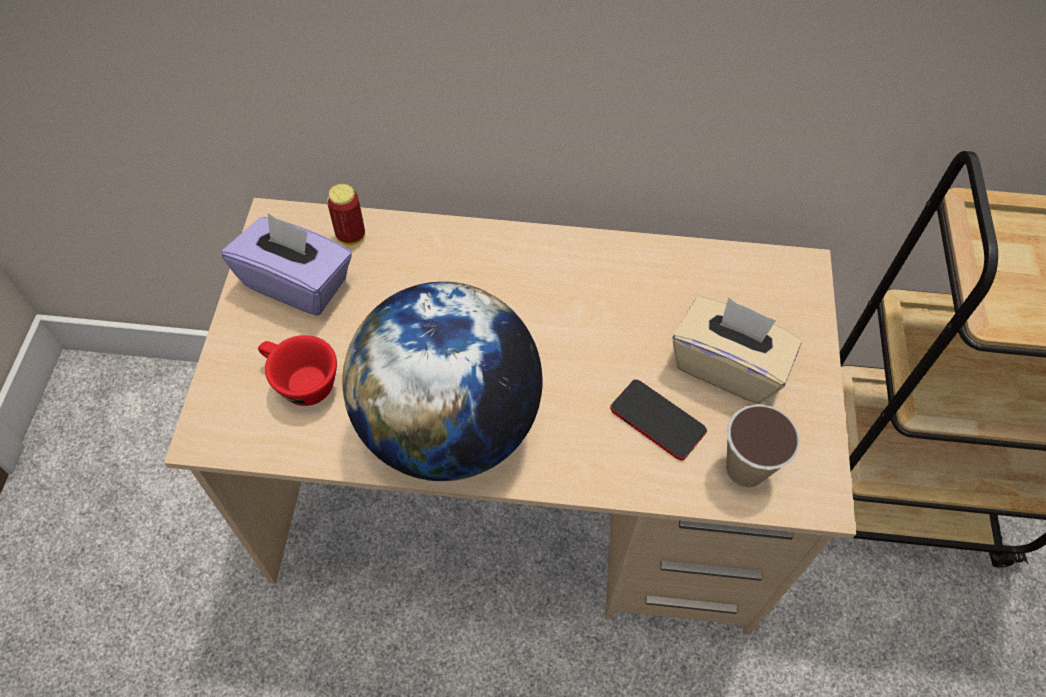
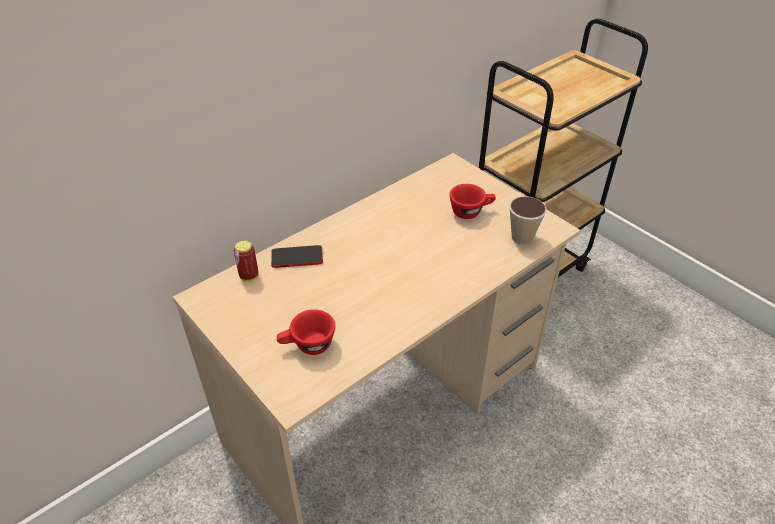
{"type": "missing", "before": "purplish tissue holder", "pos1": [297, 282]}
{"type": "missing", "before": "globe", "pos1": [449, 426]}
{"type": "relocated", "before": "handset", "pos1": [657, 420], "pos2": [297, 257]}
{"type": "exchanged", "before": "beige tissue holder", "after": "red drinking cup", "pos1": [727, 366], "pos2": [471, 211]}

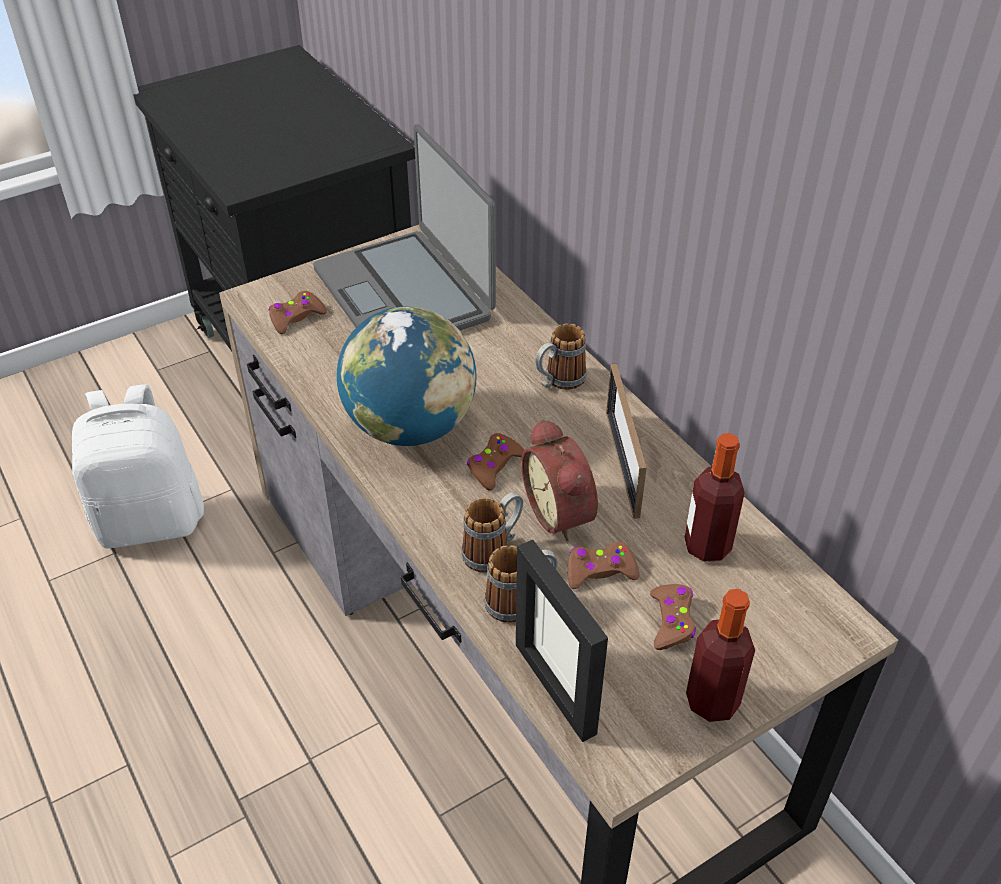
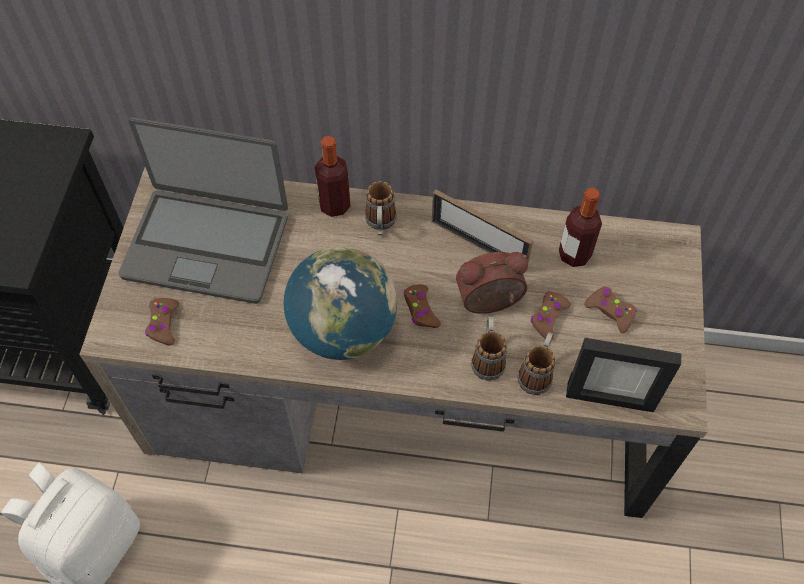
{"type": "relocated", "before": "bottle", "pos1": [712, 701], "pos2": [334, 205]}
{"type": "spun", "before": "alarm clock", "pos1": [562, 513], "pos2": [489, 303], "turn": 150}

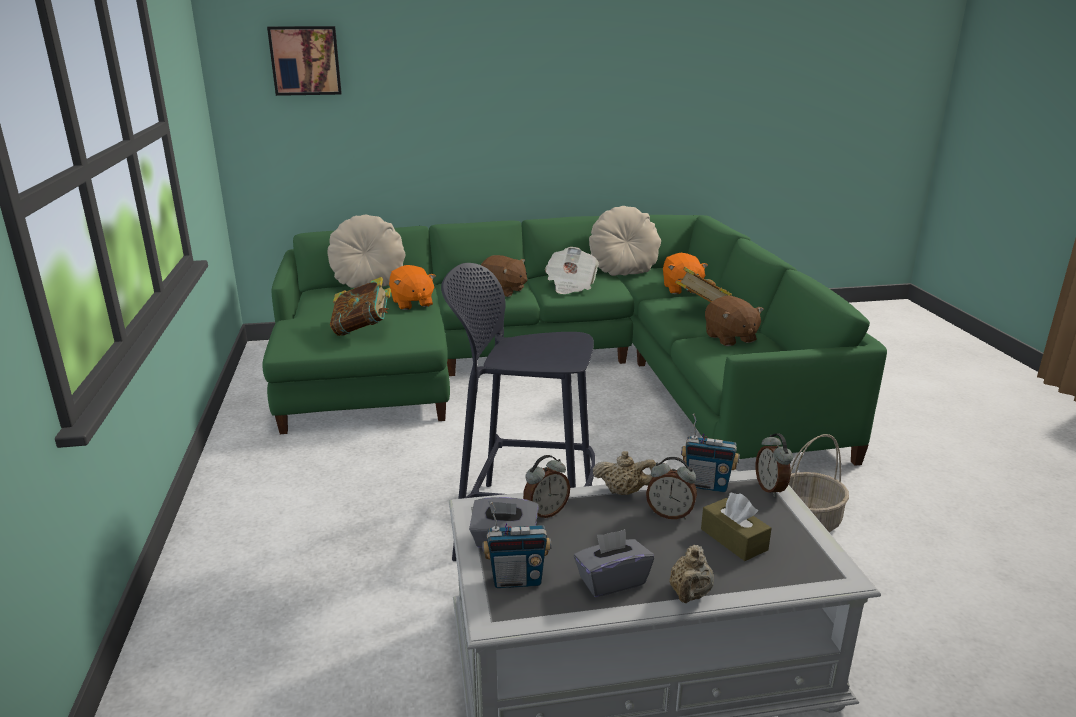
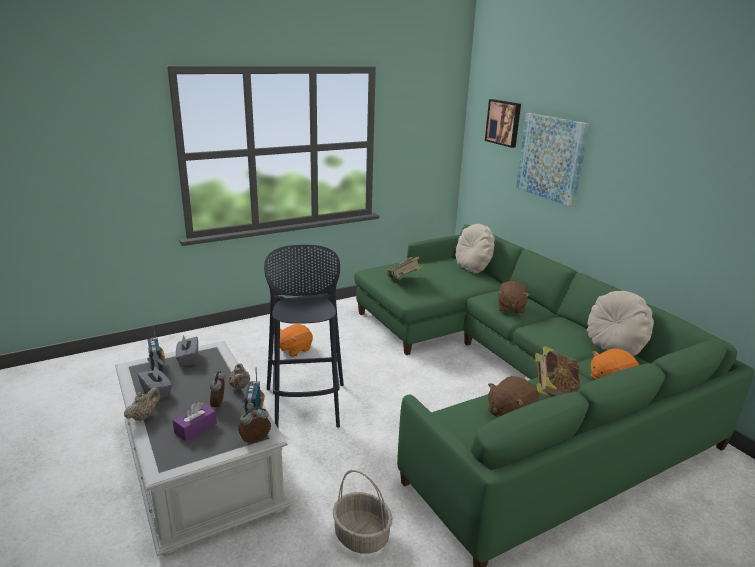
{"type": "missing", "before": "alarm clock", "pos1": [545, 512]}
{"type": "missing", "before": "newspaper", "pos1": [570, 285]}
{"type": "appeared", "after": "picture", "pos2": [551, 158]}
{"type": "relocated", "before": "orange soft toy", "pos1": [412, 303], "pos2": [294, 349]}
{"type": "colour", "before": "brownish tissue holder", "after": "purplish tissue holder", "pos1": [733, 539], "pos2": [195, 428]}
{"type": "spun", "before": "beige teapot", "pos1": [689, 594], "pos2": [144, 416], "turn": 120}

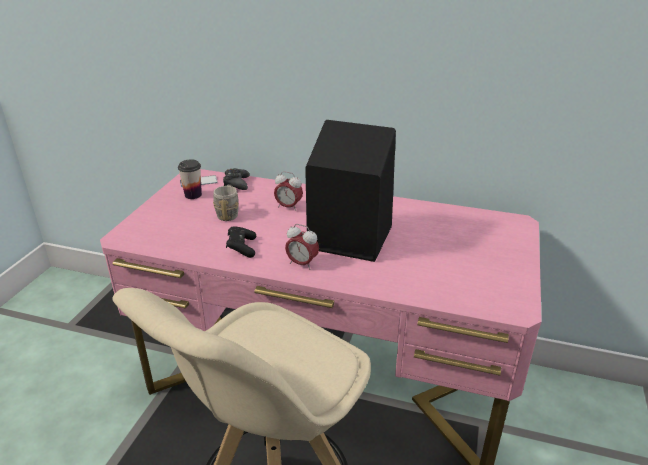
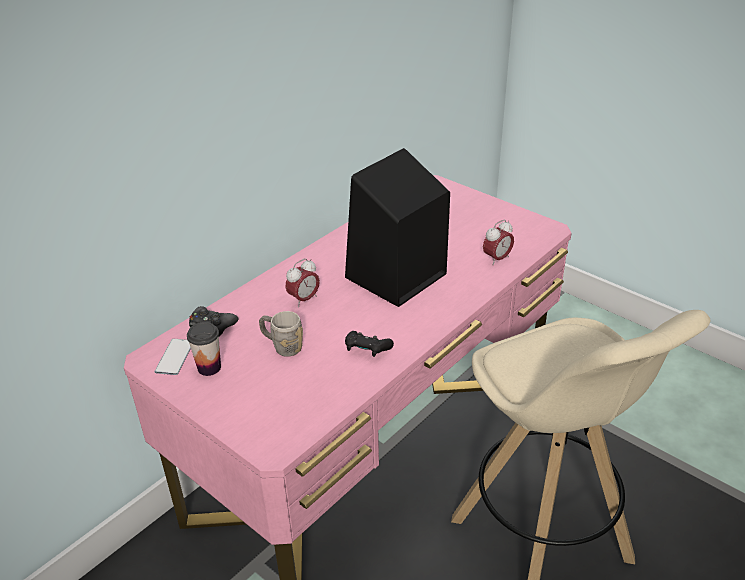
{"type": "relocated", "before": "alarm clock", "pos1": [302, 264], "pos2": [497, 259]}

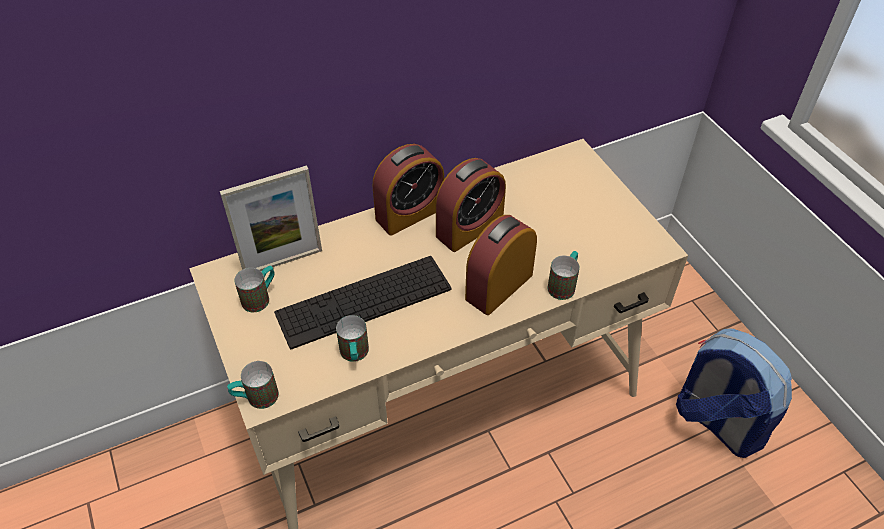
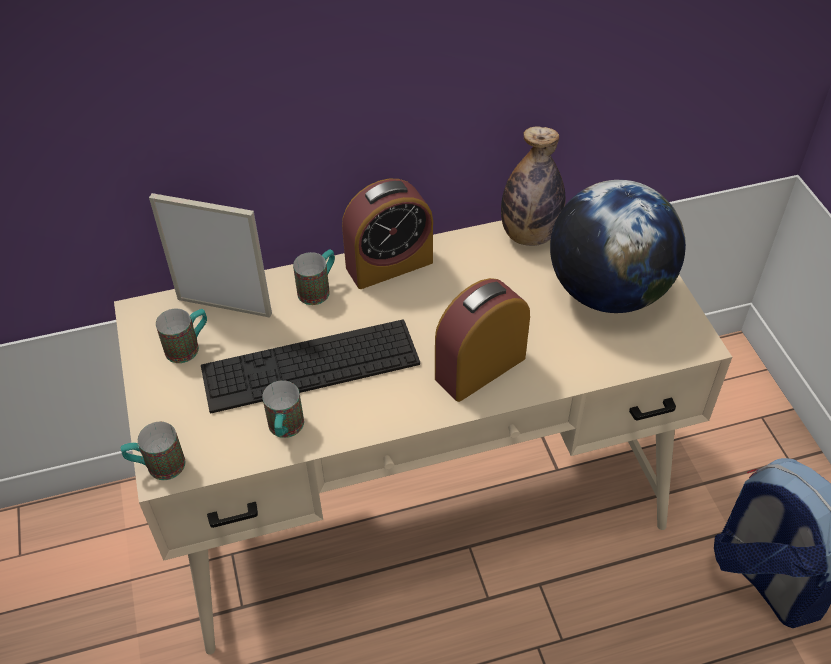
{"type": "missing", "before": "alarm clock", "pos1": [469, 228]}
{"type": "appeared", "after": "bottle", "pos2": [529, 235]}
{"type": "appeared", "after": "globe", "pos2": [607, 292]}
{"type": "relocated", "before": "coffee mug", "pos1": [564, 284], "pos2": [318, 289]}
{"type": "spun", "before": "picture frame", "pos1": [283, 261], "pos2": [224, 306], "turn": -150}

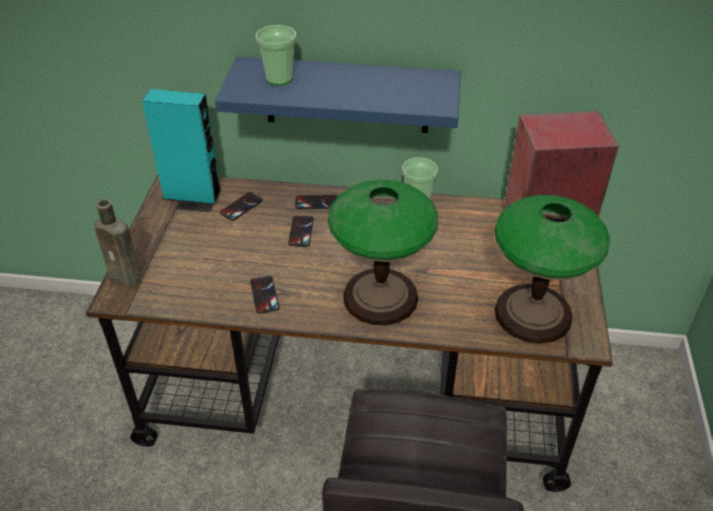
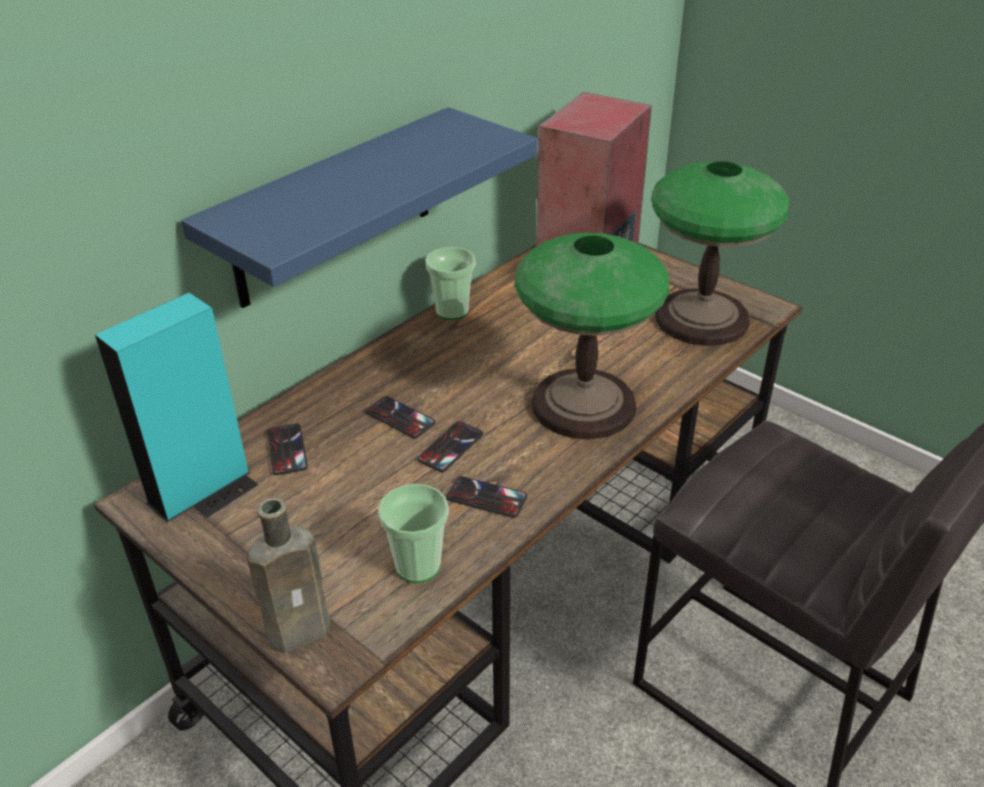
{"type": "relocated", "before": "drinking cup", "pos1": [279, 78], "pos2": [418, 566]}
{"type": "relocated", "before": "handset", "pos1": [316, 202], "pos2": [450, 447]}

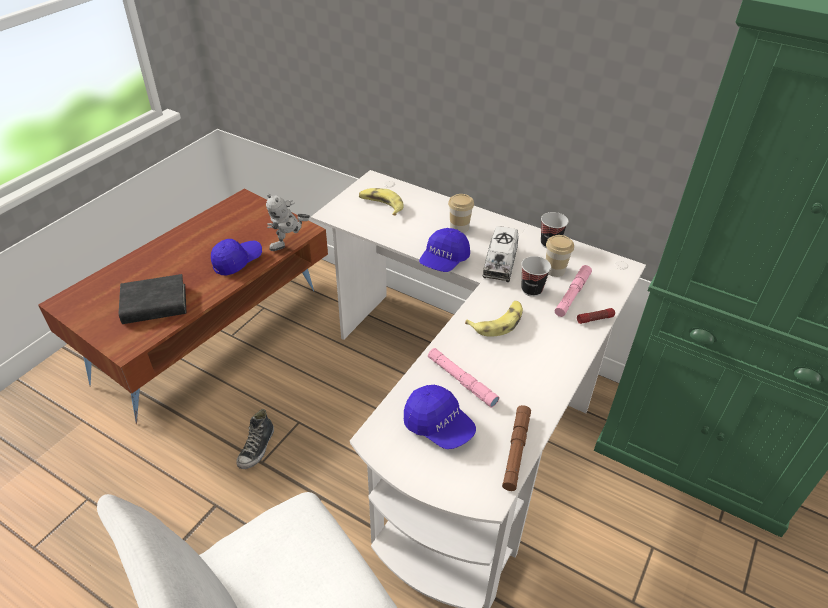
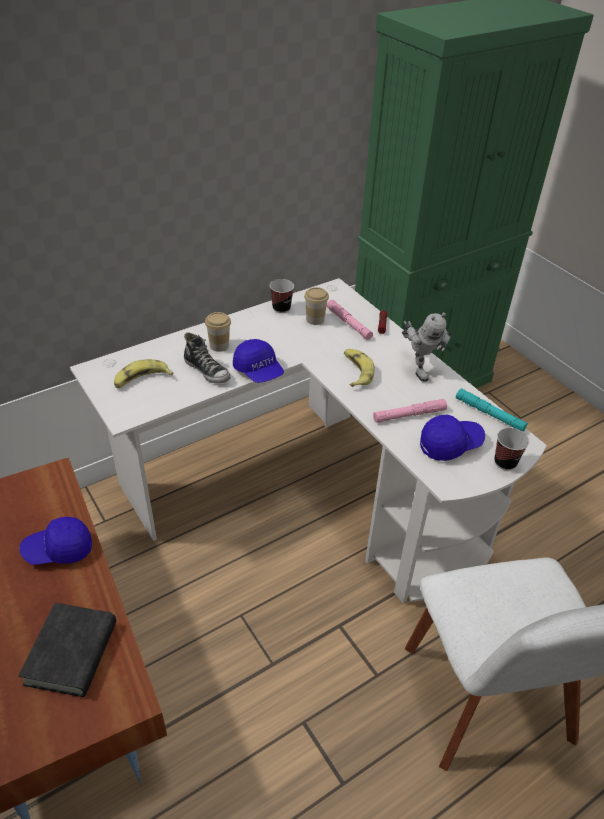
{"type": "missing", "before": "model truck", "pos1": [500, 263]}
{"type": "relocated", "before": "shoe", "pos1": [257, 448], "pos2": [207, 371]}
{"type": "relocated", "before": "model robot", "pos1": [290, 245], "pos2": [418, 368]}
{"type": "relocated", "before": "drinking cup", "pos1": [531, 290], "pos2": [505, 462]}
{"type": "colour", "before": "brownish flashlight", "after": "blue-green flashlight", "pos1": [516, 450], "pos2": [489, 414]}
{"type": "spun", "before": "bluish peaked cap", "pos1": [237, 262], "pos2": [59, 550], "turn": -90}

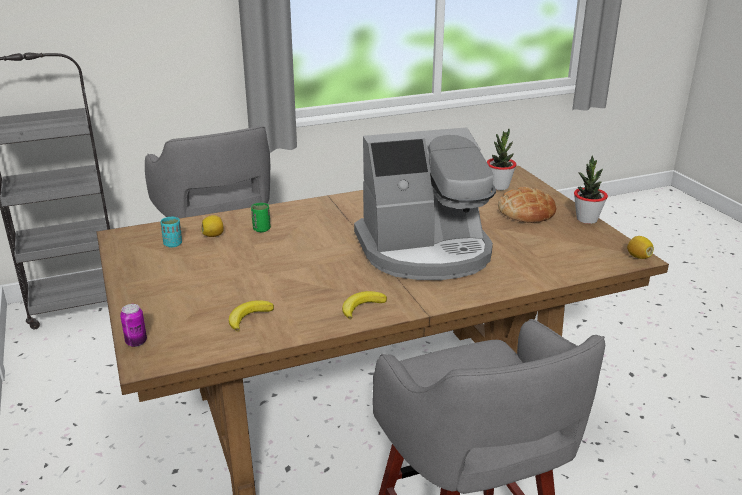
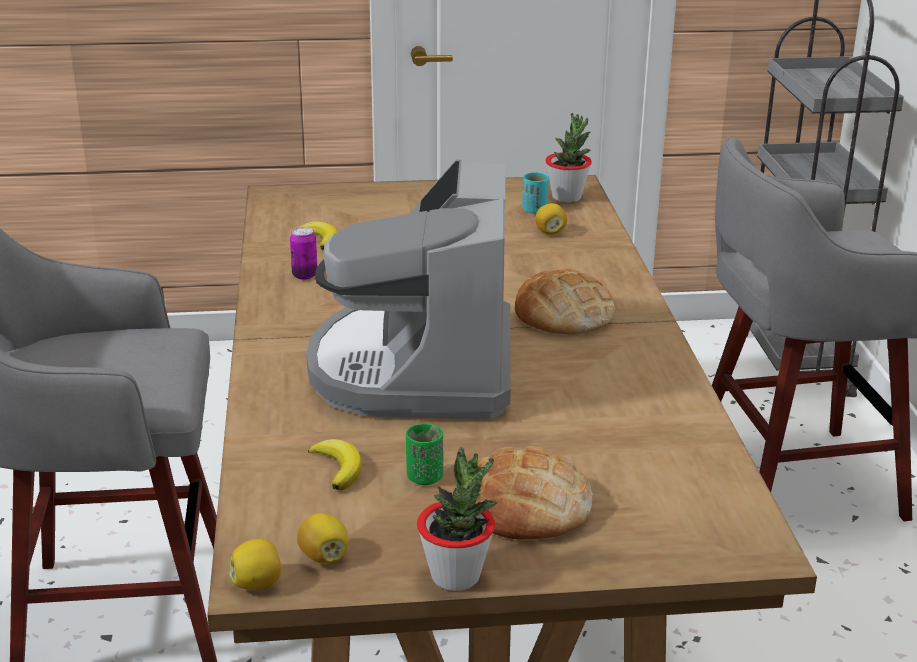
{"type": "appeared", "after": "citrus fruit", "pos2": [324, 556]}
{"type": "appeared", "after": "bakery bread", "pos2": [563, 314]}
{"type": "relocated", "before": "metal can", "pos1": [136, 342], "pos2": [304, 275]}
{"type": "relocated", "before": "green drinking cup", "pos1": [261, 229], "pos2": [424, 477]}
{"type": "relocated", "before": "banana fruit", "pos1": [362, 307], "pos2": [338, 468]}
{"type": "relocated", "before": "plant in a pot", "pos1": [499, 186], "pos2": [567, 197]}

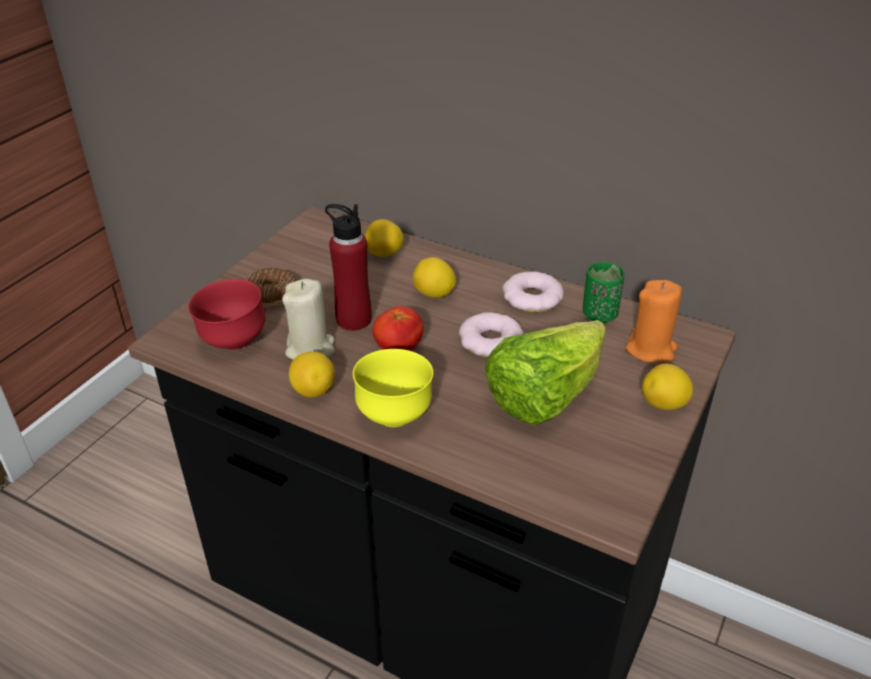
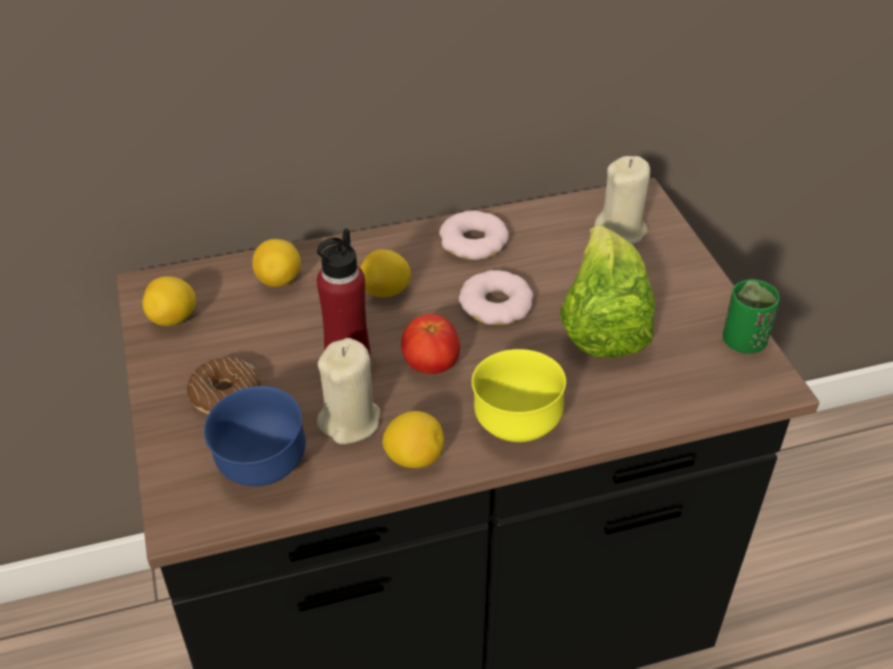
{"type": "relocated", "before": "green drinking cup", "pos1": [599, 314], "pos2": [743, 341]}
{"type": "relocated", "before": "citrus fruit", "pos1": [663, 405], "pos2": [173, 319]}
{"type": "colour", "before": "red deep dish", "after": "bluish deep dish", "pos1": [233, 342], "pos2": [262, 469]}
{"type": "colour", "before": "orange wax candle", "after": "beige wax candle", "pos1": [651, 349], "pos2": [621, 231]}

